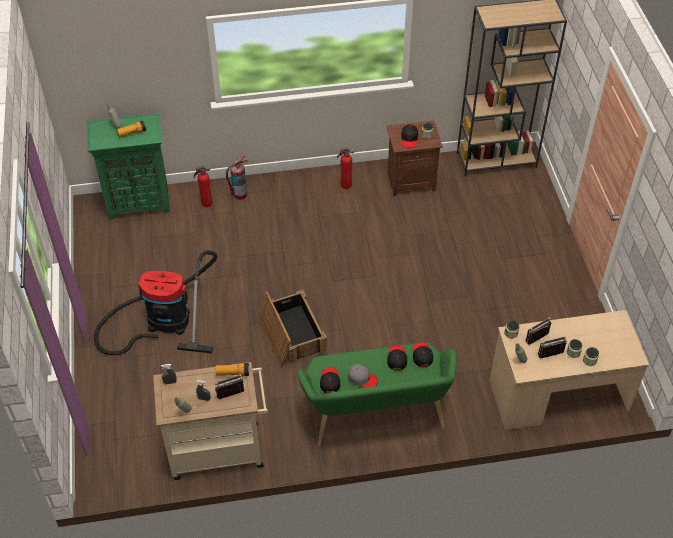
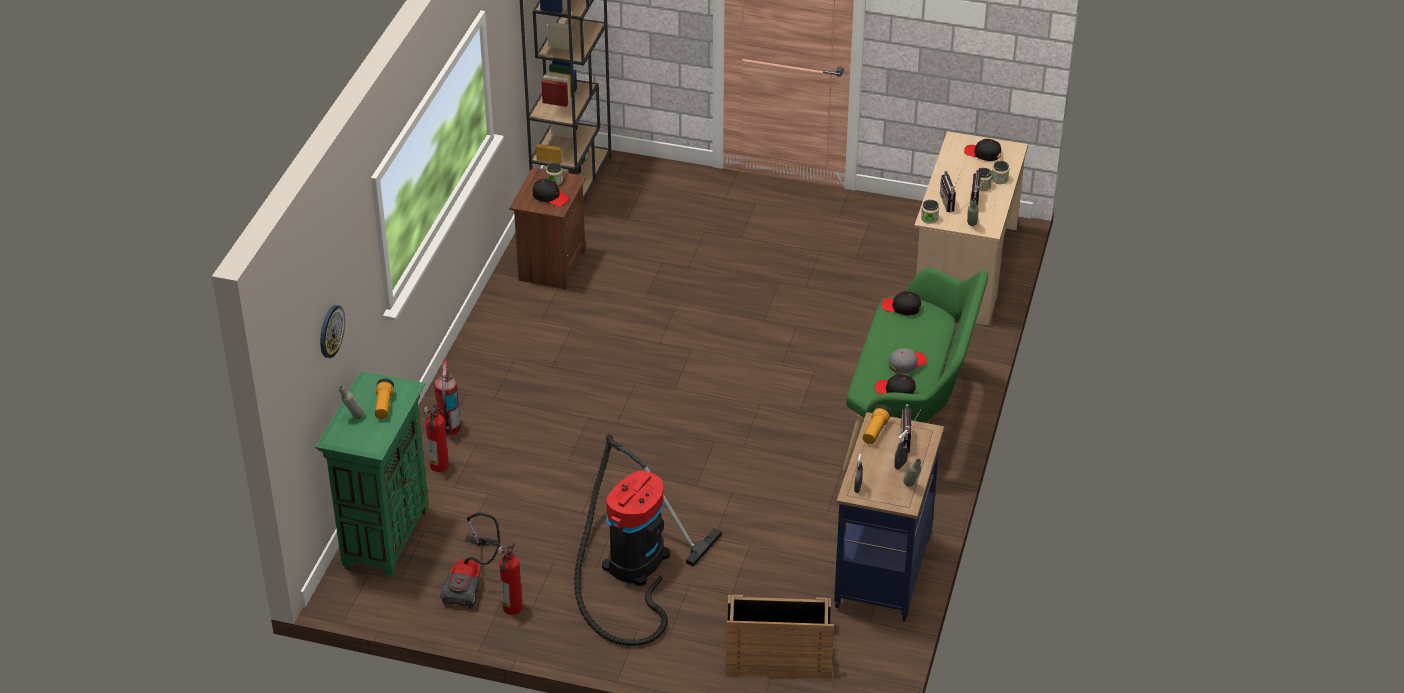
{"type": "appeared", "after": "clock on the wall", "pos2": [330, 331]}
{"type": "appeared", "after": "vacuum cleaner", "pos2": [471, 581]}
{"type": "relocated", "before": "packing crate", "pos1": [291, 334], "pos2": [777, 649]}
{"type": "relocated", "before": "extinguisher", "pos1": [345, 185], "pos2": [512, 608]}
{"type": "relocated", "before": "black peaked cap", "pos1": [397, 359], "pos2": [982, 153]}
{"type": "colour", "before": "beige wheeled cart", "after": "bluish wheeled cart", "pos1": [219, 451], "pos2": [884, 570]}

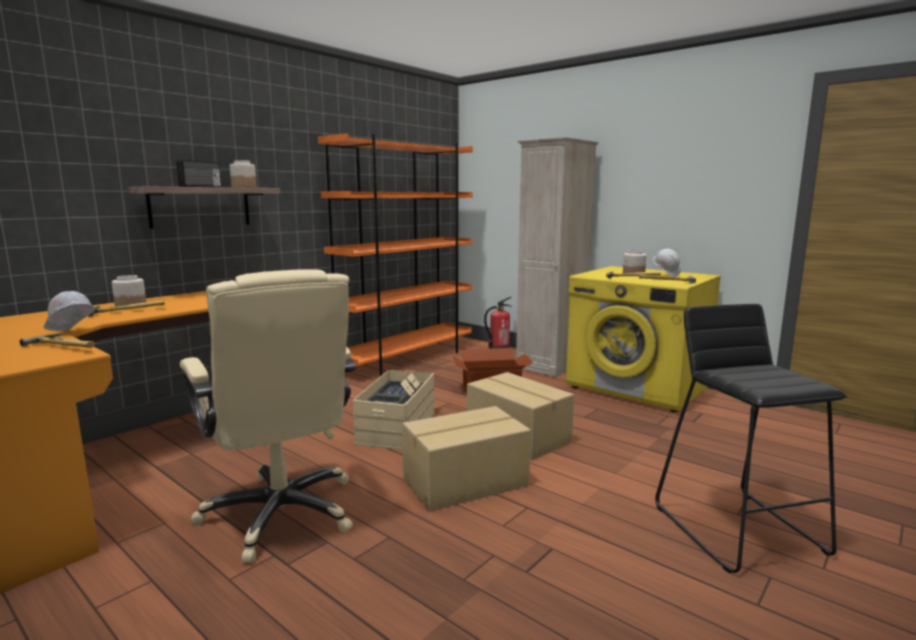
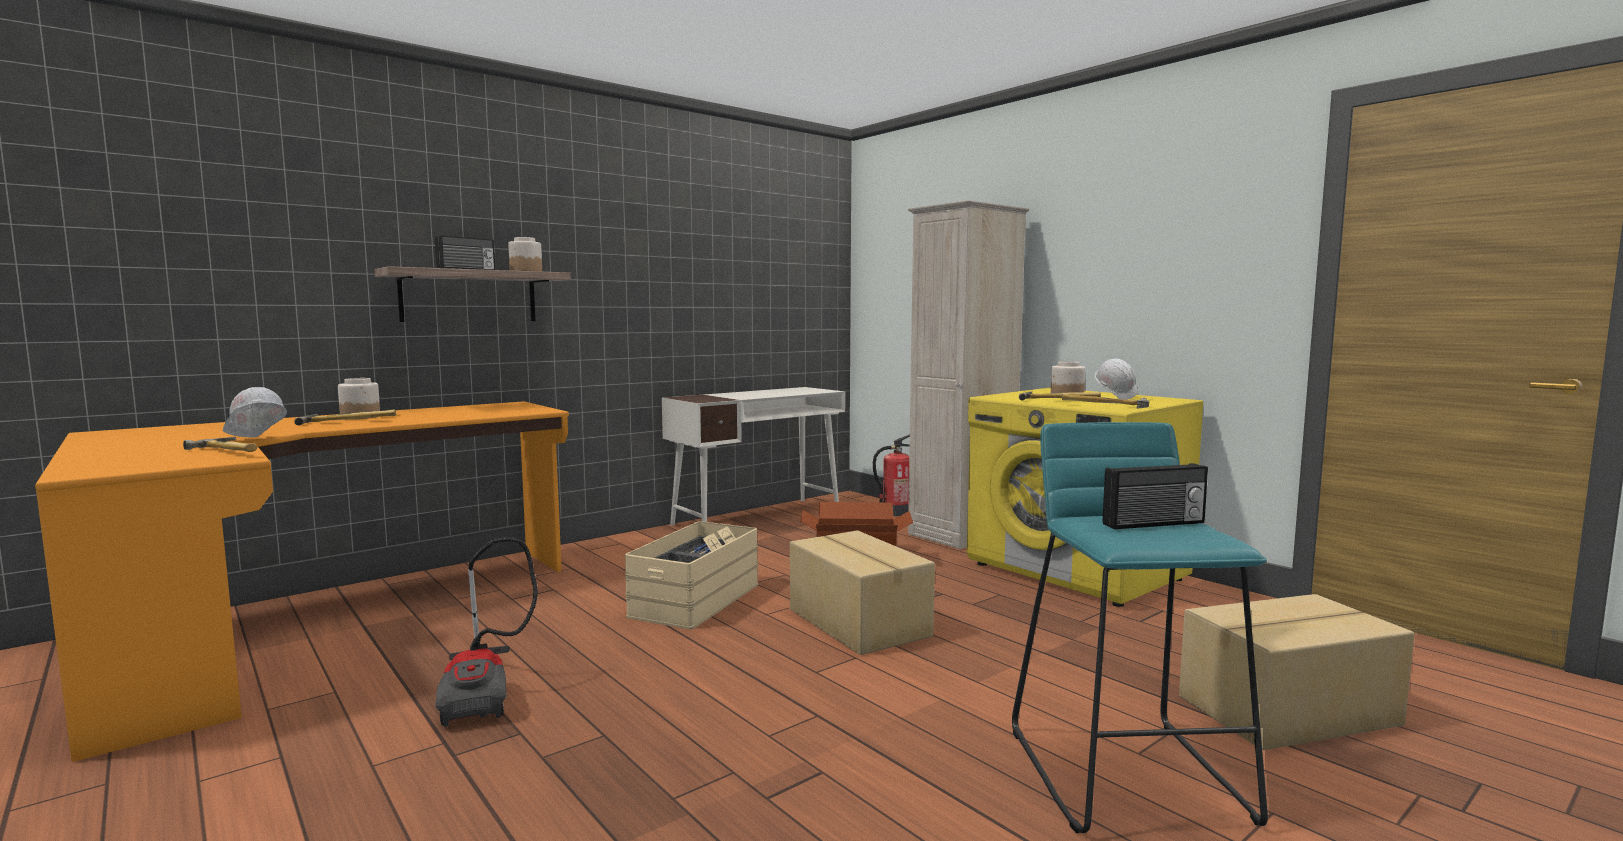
{"type": "appeared", "after": "radio", "pos2": [1154, 524]}
{"type": "relocated", "before": "packing box", "pos1": [466, 482], "pos2": [1290, 711]}
{"type": "exchanged", "before": "beige office chair", "after": "vacuum cleaner", "pos1": [281, 512], "pos2": [483, 692]}
{"type": "exchanged", "before": "orange bookcase", "after": "white-coloured desk", "pos1": [406, 359], "pos2": [758, 517]}
{"type": "colour", "before": "black sitting stool", "after": "blue-green sitting stool", "pos1": [738, 528], "pos2": [1127, 773]}

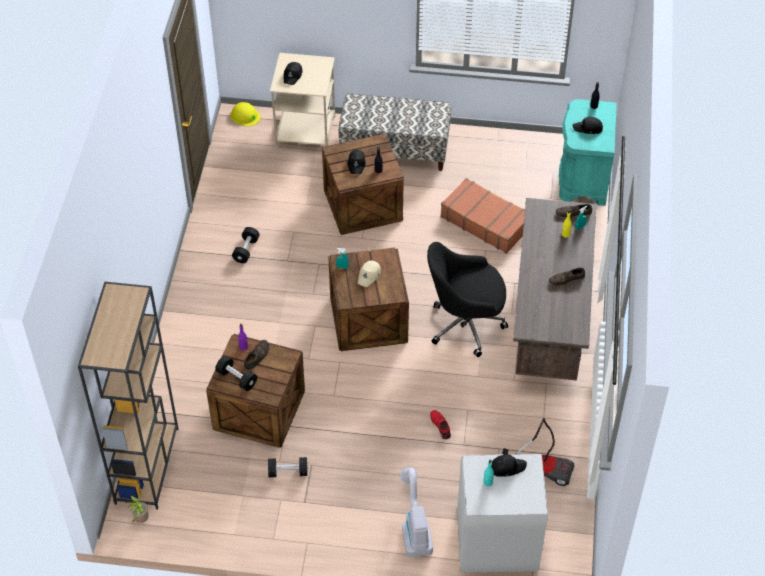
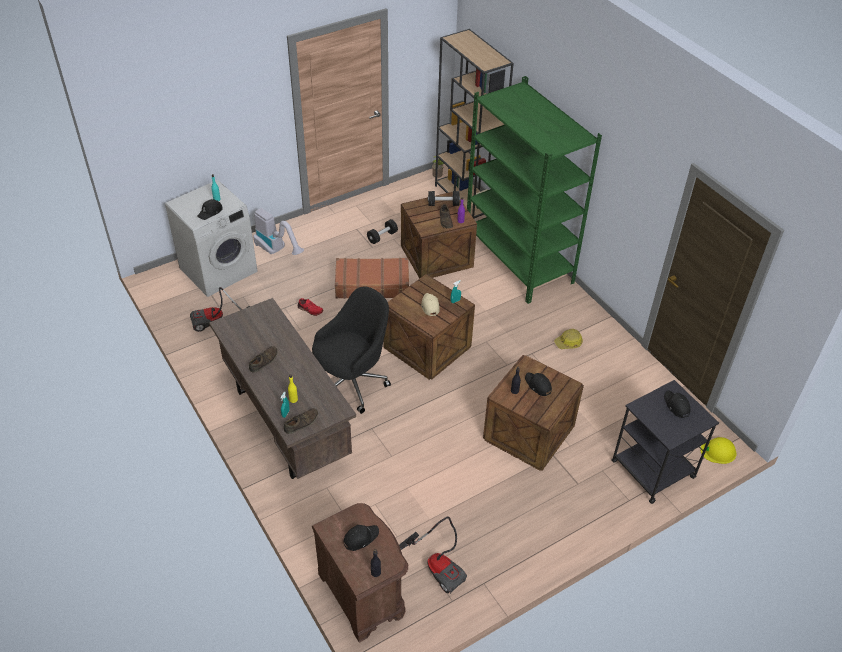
{"type": "missing", "before": "long seat", "pos1": [395, 150]}
{"type": "appeared", "after": "vacuum cleaner", "pos2": [439, 567]}
{"type": "appeared", "after": "green bookcase", "pos2": [518, 261]}
{"type": "relocated", "before": "brownish piece of luggage", "pos1": [485, 222], "pos2": [372, 285]}
{"type": "exchanged", "before": "black dumbbell", "after": "hard hat", "pos1": [246, 250], "pos2": [568, 343]}
{"type": "colour", "before": "beige wheeled cart", "after": "black wheeled cart", "pos1": [306, 132], "pos2": [652, 470]}
{"type": "colour", "before": "blue-green nightstand", "after": "brownish nightstand", "pos1": [582, 178], "pos2": [364, 592]}

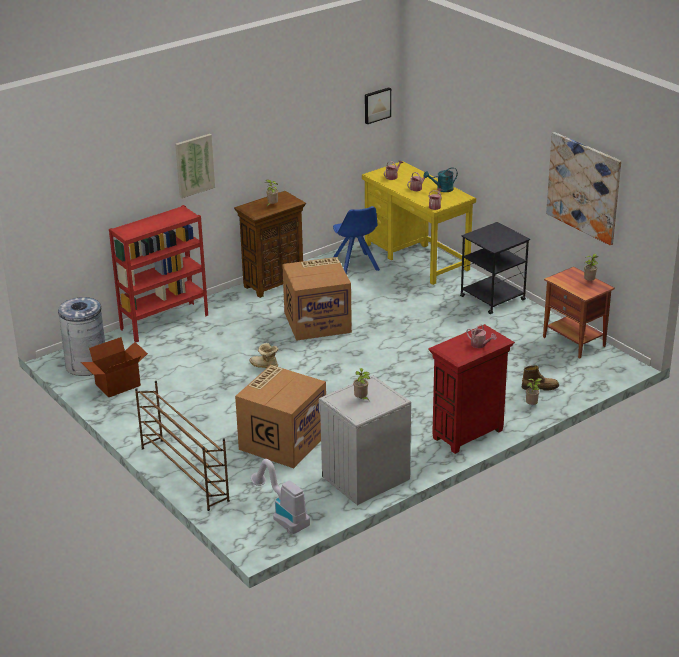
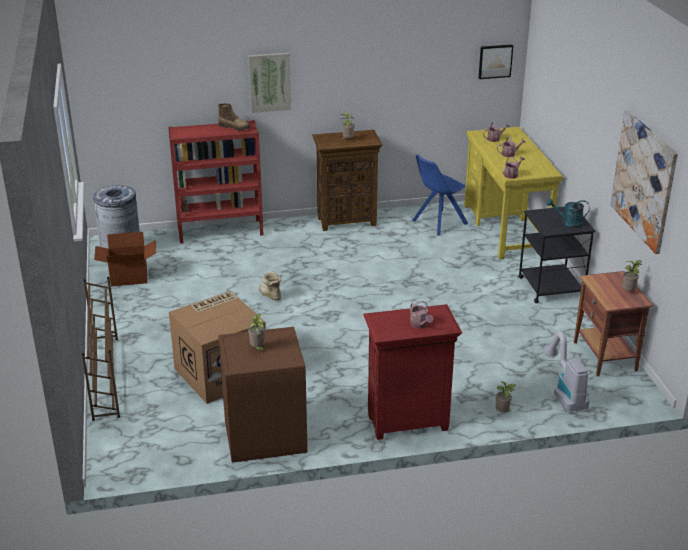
{"type": "missing", "before": "packing box", "pos1": [318, 321]}
{"type": "relocated", "before": "vacuum cleaner", "pos1": [282, 516], "pos2": [564, 393]}
{"type": "relocated", "before": "blue-green sprinkling can", "pos1": [442, 189], "pos2": [568, 223]}
{"type": "relocated", "before": "boot", "pos1": [540, 387], "pos2": [234, 127]}
{"type": "colour", "before": "white-coloured laundry appliance", "after": "brownish laundry appliance", "pos1": [364, 477], "pos2": [264, 435]}
{"type": "spun", "before": "bluish upright chair", "pos1": [355, 265], "pos2": [438, 222], "turn": 45}

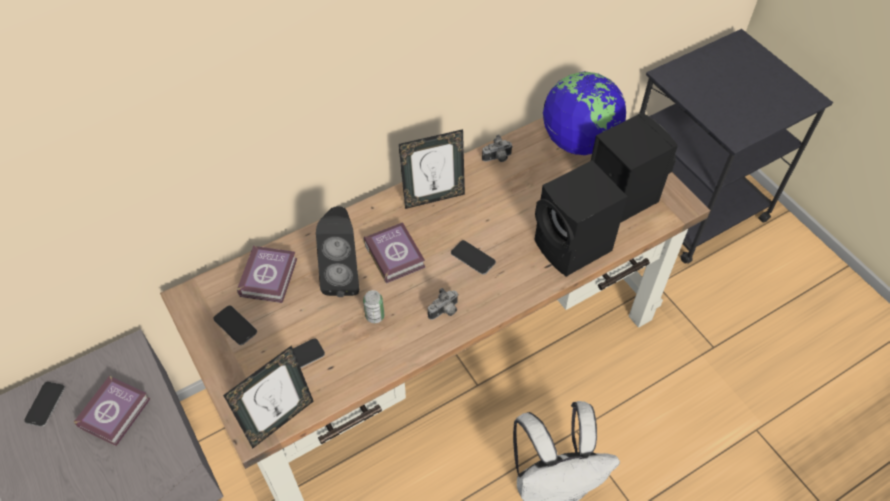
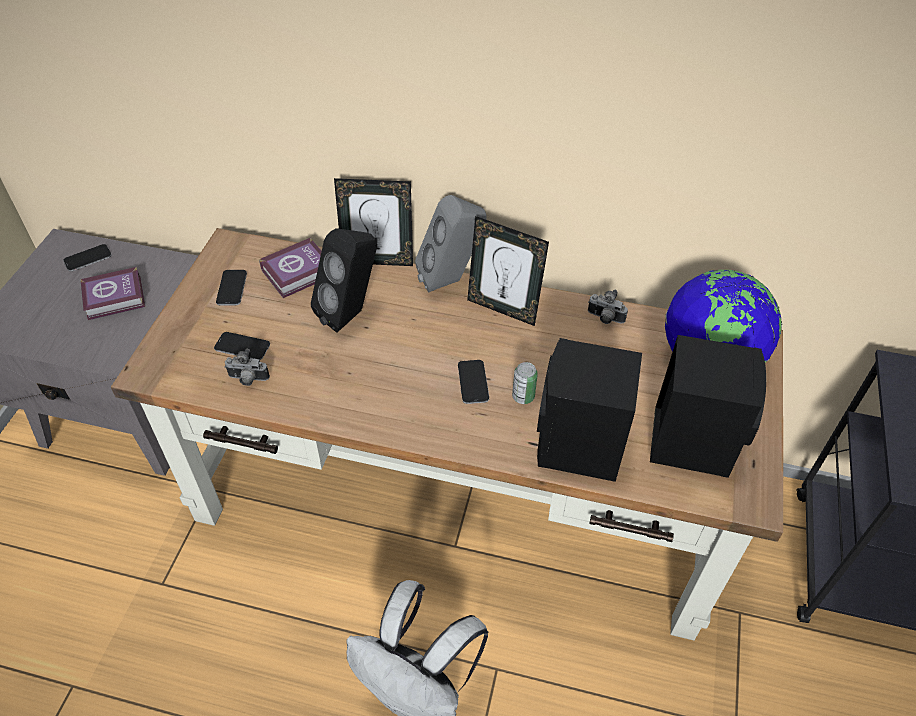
{"type": "missing", "before": "book", "pos1": [395, 254]}
{"type": "appeared", "after": "gray audio speaker", "pos2": [451, 280]}
{"type": "relocated", "before": "picture frame", "pos1": [279, 420], "pos2": [378, 260]}
{"type": "relocated", "before": "metal can", "pos1": [375, 316], "pos2": [523, 396]}
{"type": "relocated", "before": "still camera", "pos1": [445, 312], "pos2": [248, 379]}

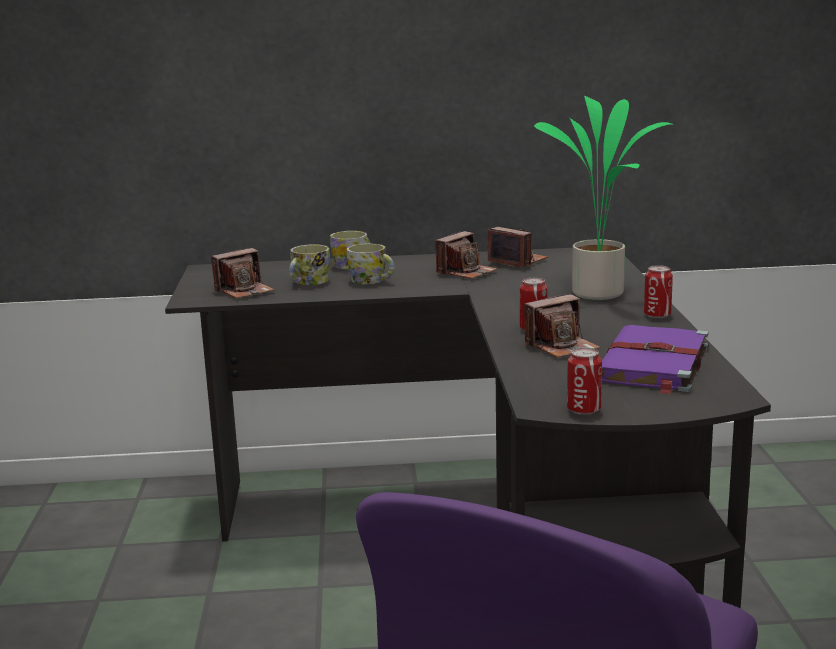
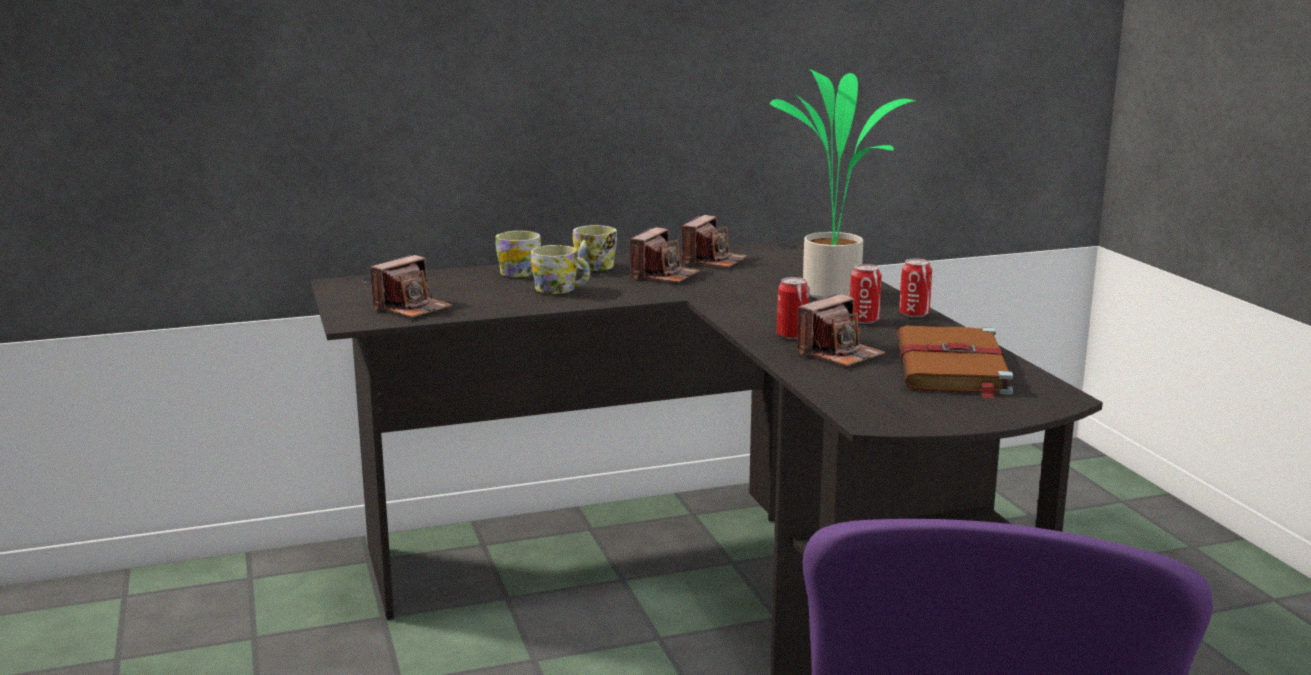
{"type": "relocated", "before": "coffee mug", "pos1": [308, 283], "pos2": [592, 268]}
{"type": "relocated", "before": "metal can", "pos1": [583, 410], "pos2": [863, 320]}
{"type": "colour", "before": "purplish book", "after": "brownish book", "pos1": [653, 364], "pos2": [951, 367]}
{"type": "spun", "before": "still camera", "pos1": [517, 261], "pos2": [713, 261], "turn": 90}

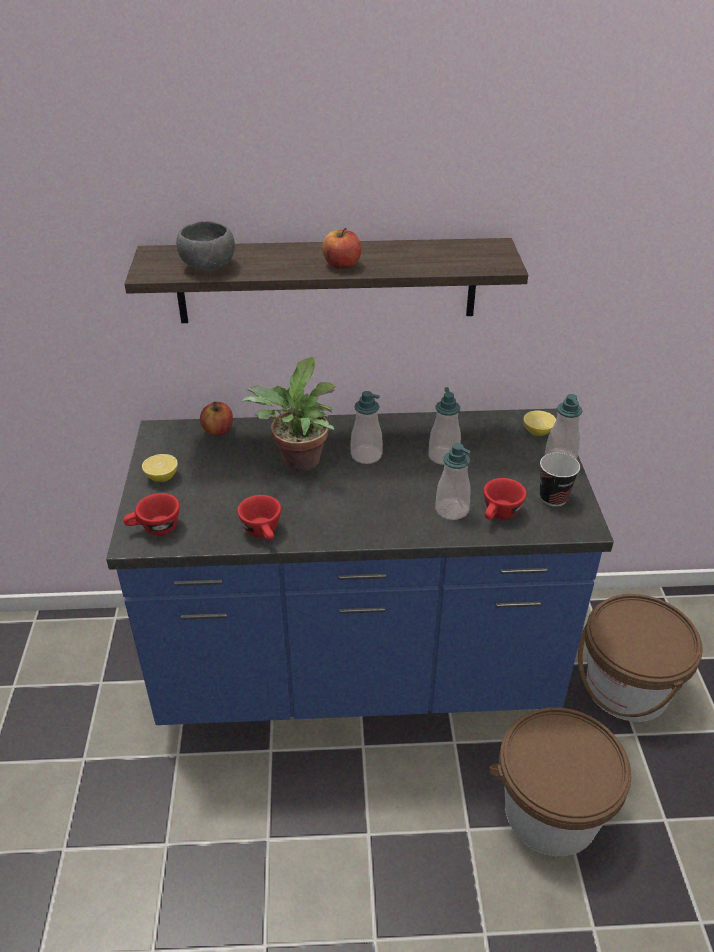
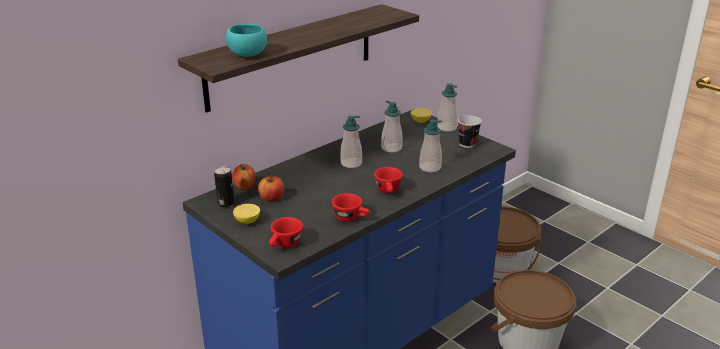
{"type": "missing", "before": "plant in a pot", "pos1": [298, 463]}
{"type": "appeared", "after": "metal can", "pos2": [226, 203]}
{"type": "relocated", "before": "apple fruit", "pos1": [341, 265], "pos2": [271, 198]}
{"type": "relocated", "before": "red drinking cup", "pos1": [499, 515], "pos2": [389, 191]}
{"type": "colour", "before": "gray deep dish", "after": "blue-green deep dish", "pos1": [207, 266], "pos2": [247, 55]}

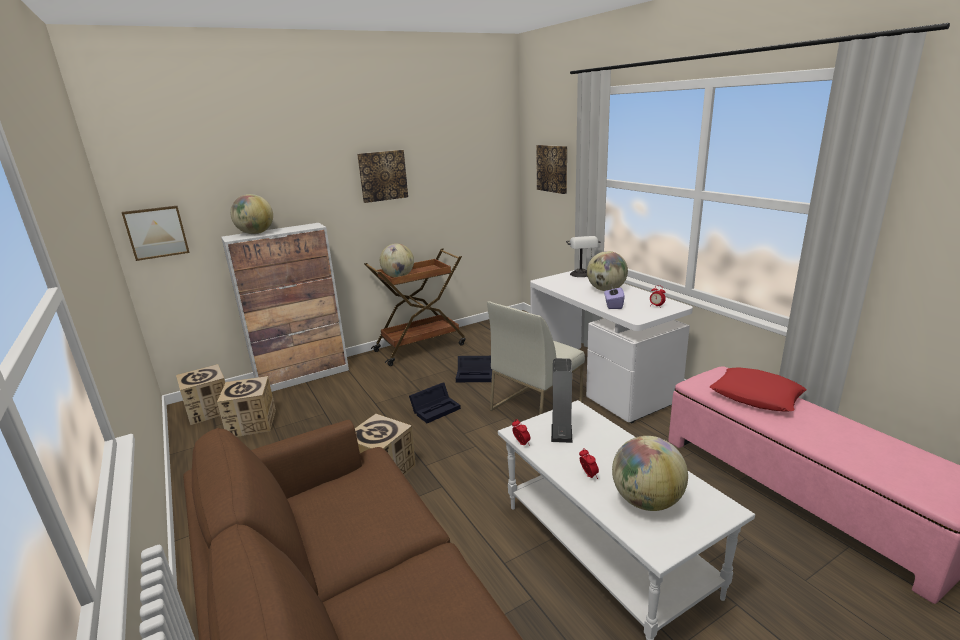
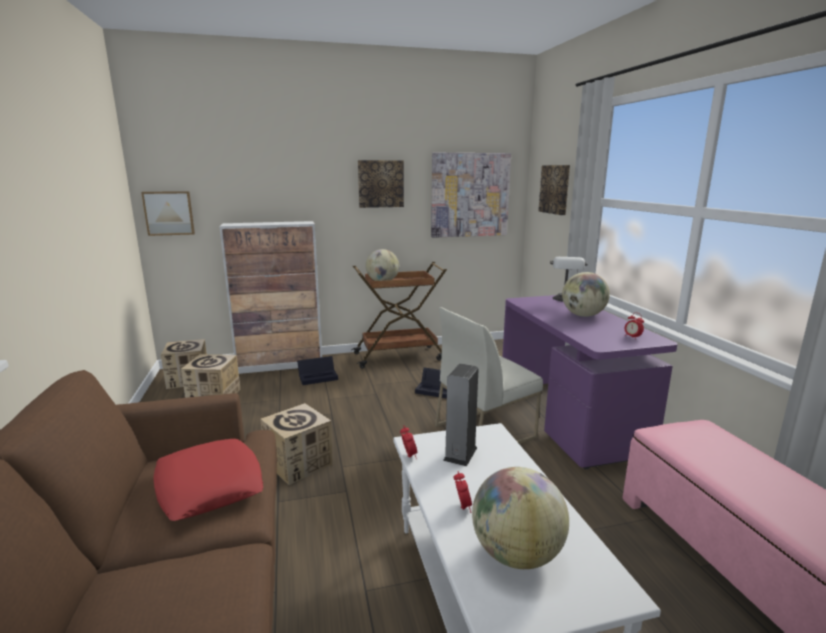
{"type": "missing", "before": "globe", "pos1": [256, 233]}
{"type": "missing", "before": "purplish tissue holder", "pos1": [613, 305]}
{"type": "appeared", "after": "picture", "pos2": [470, 195]}
{"type": "relocated", "before": "black storage box", "pos1": [436, 409], "pos2": [319, 377]}
{"type": "relocated", "before": "red cushion", "pos1": [756, 396], "pos2": [209, 485]}
{"type": "colour", "before": "white-coloured desk", "after": "purplish desk", "pos1": [601, 382], "pos2": [569, 419]}

